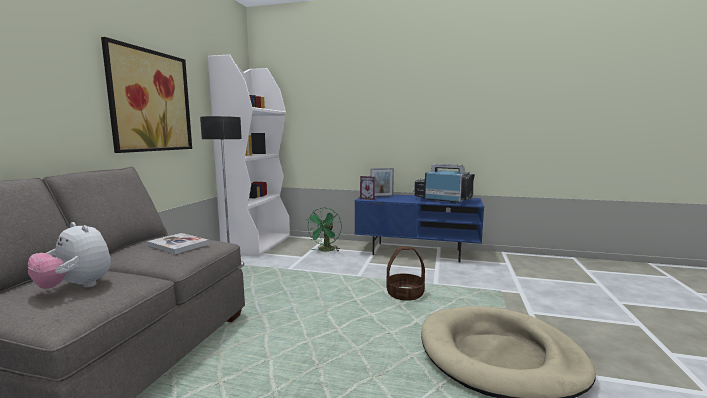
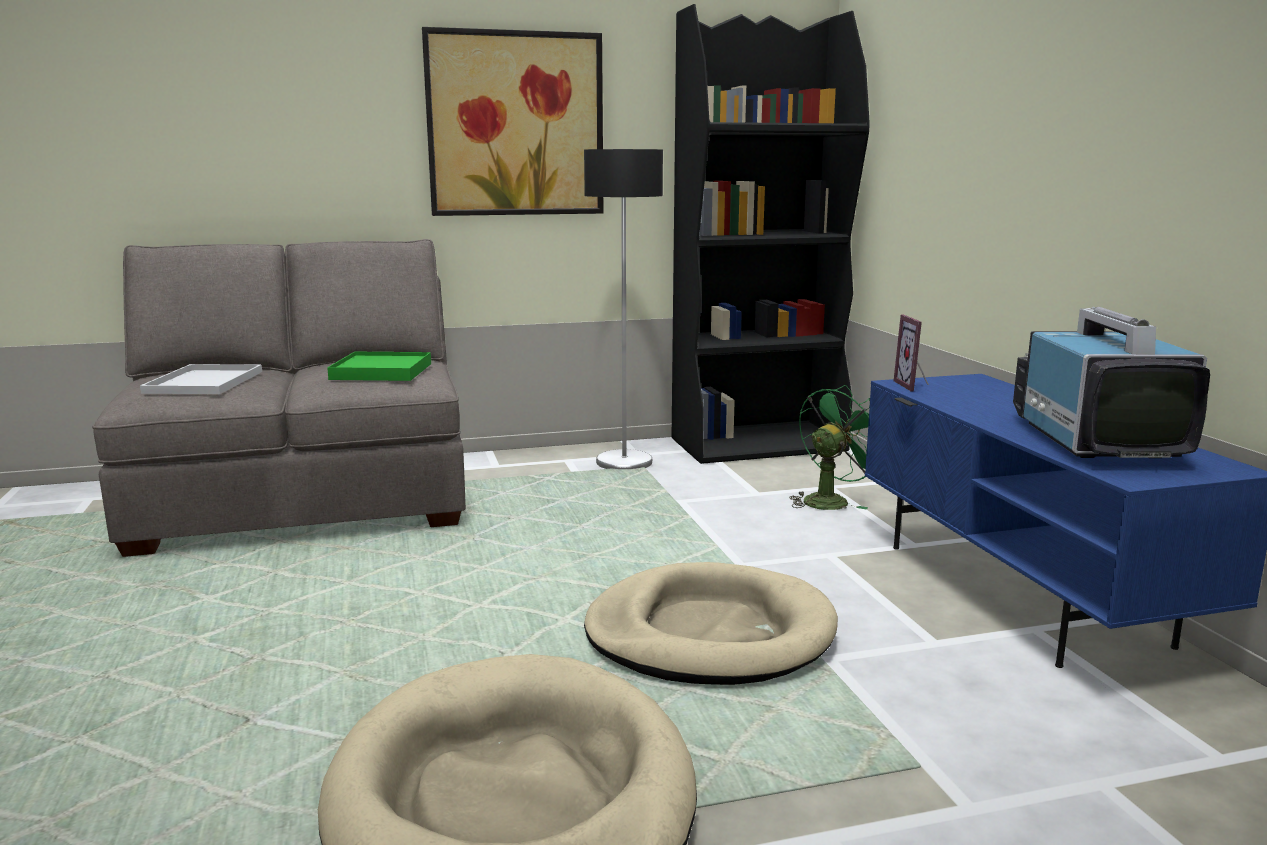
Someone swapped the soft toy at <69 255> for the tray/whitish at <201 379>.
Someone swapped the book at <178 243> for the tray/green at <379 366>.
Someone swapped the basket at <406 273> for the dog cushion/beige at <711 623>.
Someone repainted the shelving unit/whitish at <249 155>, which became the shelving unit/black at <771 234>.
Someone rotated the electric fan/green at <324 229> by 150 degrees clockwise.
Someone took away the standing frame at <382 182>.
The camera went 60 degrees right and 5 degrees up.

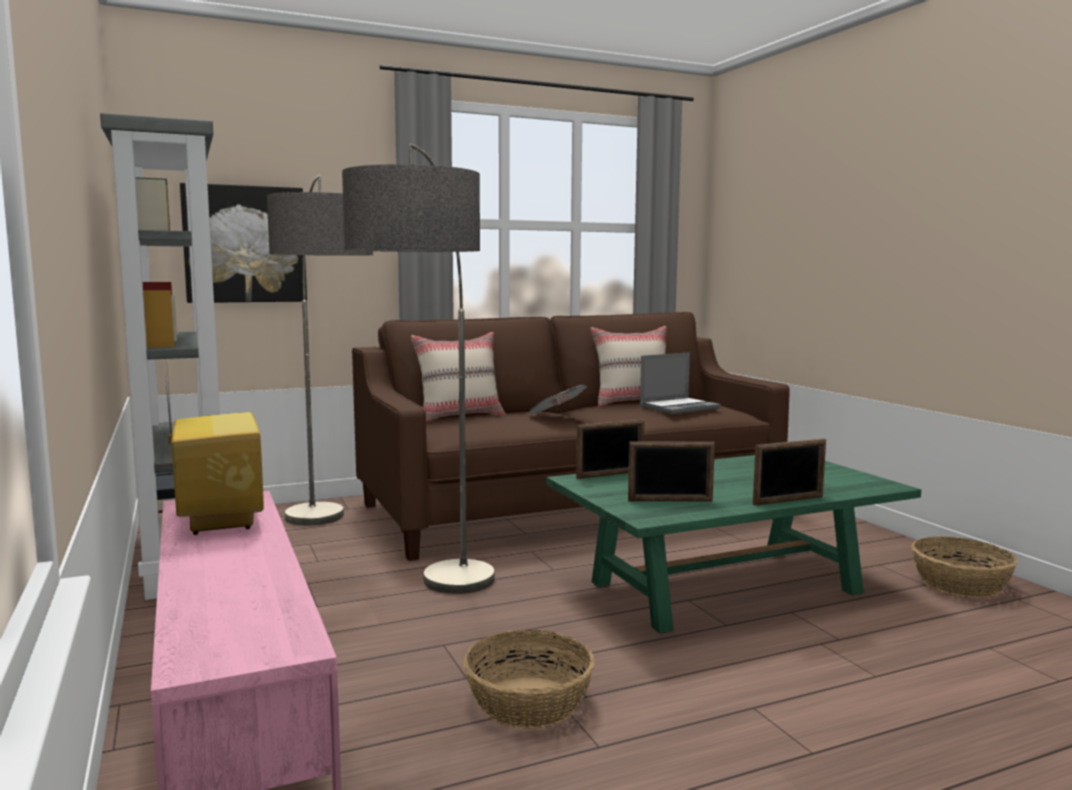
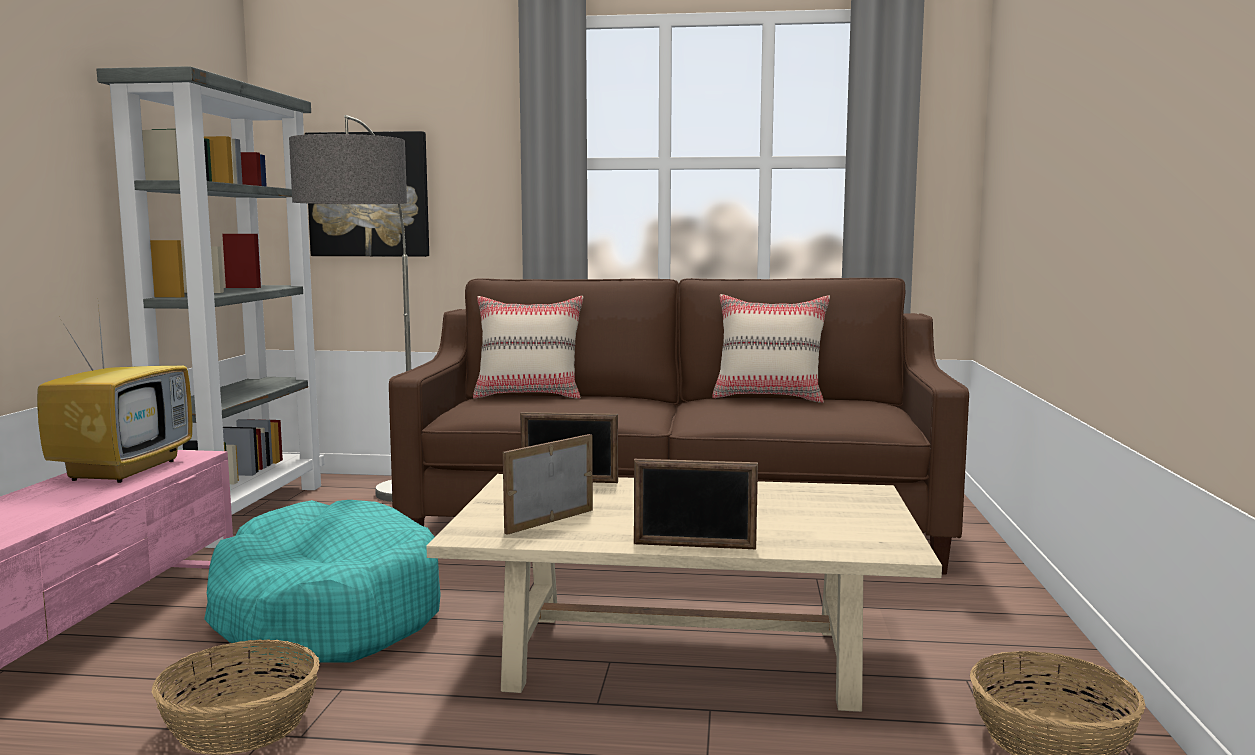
Someone swapped the floor lamp at <418 368> for the dog cushion/turquoise-coloured at <322 582>.
Someone repainted the coffee table/green at <733 544>, which became the coffee table/beige at <684 593>.
Someone rotated the standing frame at <671 471> by 105 degrees clockwise.
Someone took away the newspaper at <556 399>.
Someone took away the portable computer at <680 383>.
The camera went 30 degrees right and 0 degrees up.

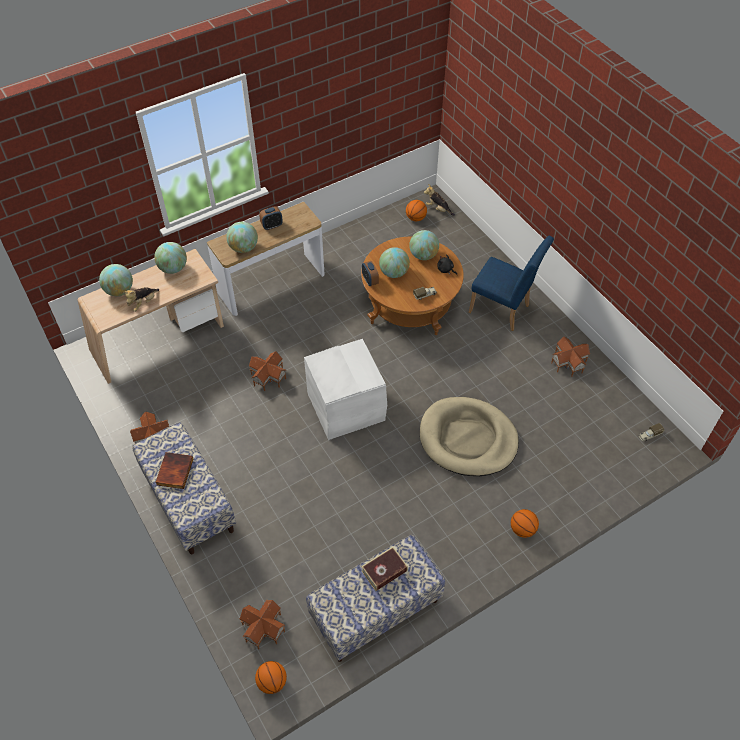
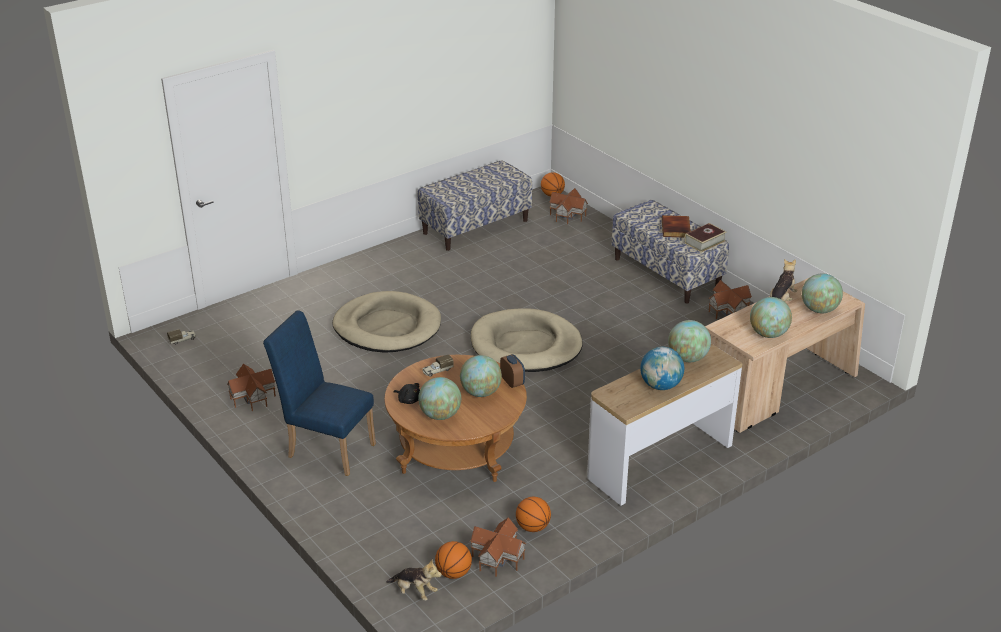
Someone carried the model house from <267 371> to <498 547>.
Someone swapped the storage box/whitish at <345 389> for the dog cushion/beige at <527 340>.
Someone carried the basketball from <525 523> to <533 514>.
Someone swapped the table clock at <271 218> for the desk globe at <662 368>.
Someone carried the book from <384 569> to <705 237>.
The camera went 175 degrees right and 20 degrees down.

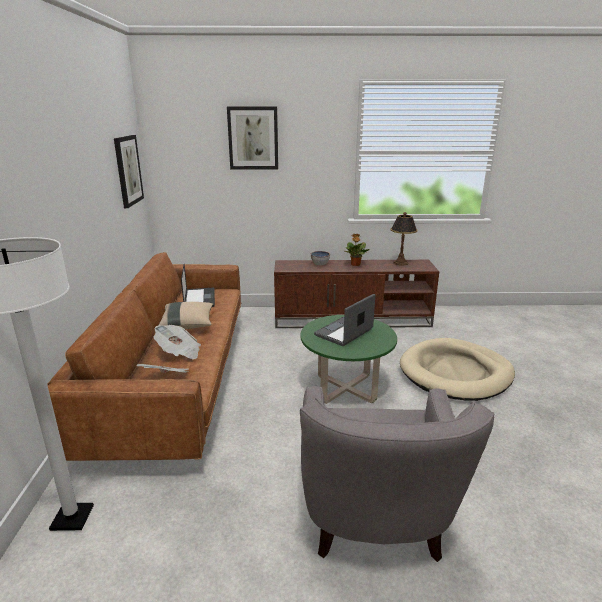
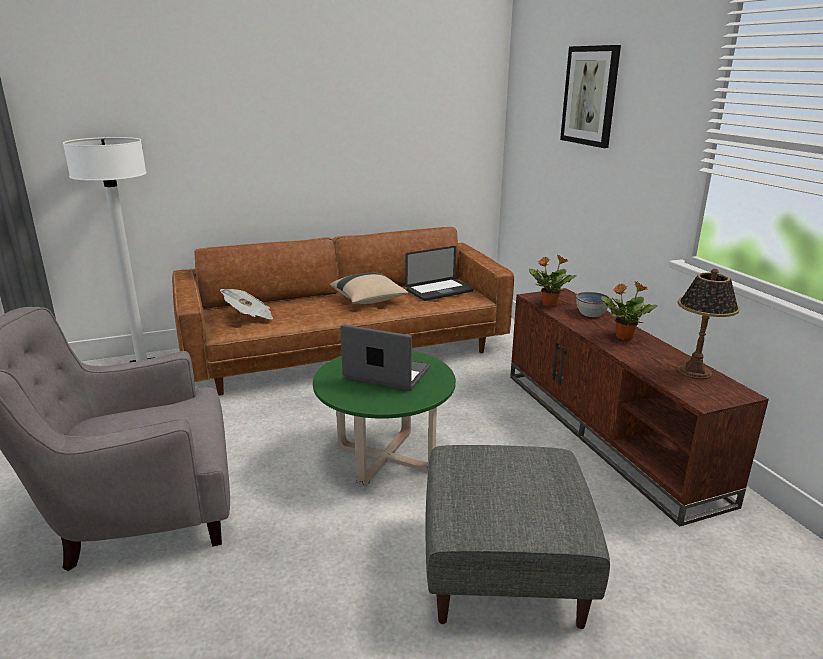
Someone swapped the dog cushion/beige at <457 369> for the pouffe/gray at <518 537>.
Someone put down the potted plant at <552 281>.
Someone took away the picture at <129 171>.
Someone took away the newspaper at <177 342>.
The camera went 70 degrees right and 0 degrees up.

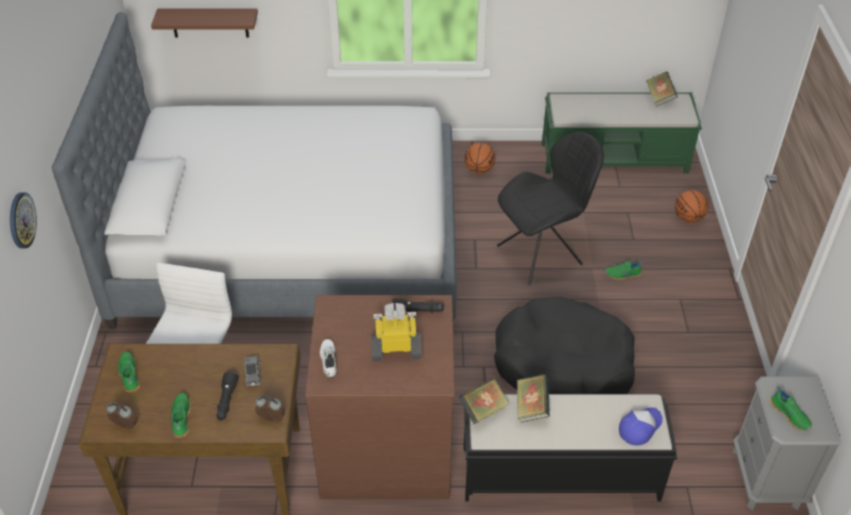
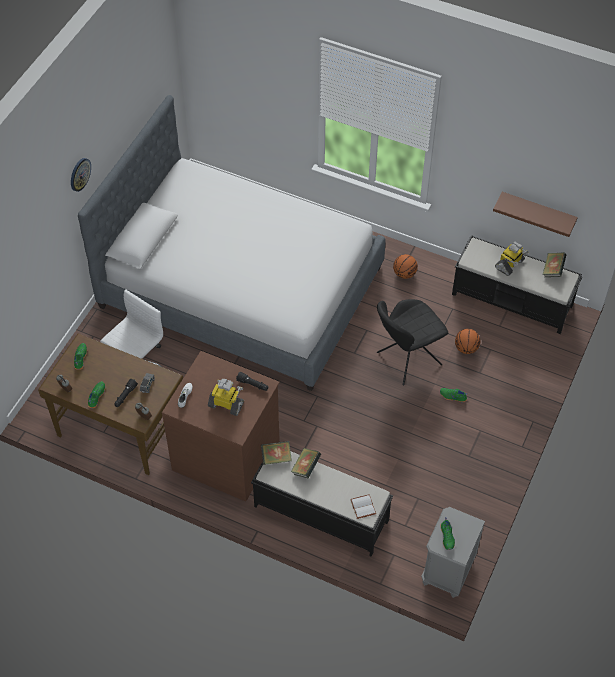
Someone carried the hanging clock from <23 220> to <81 175>.
Someone swapped the peaked cap at <641 426> for the book/whitish at <363 507>.
Someone rotated the upright chair/black at <550 208> by 150 degrees clockwise.
Someone repainted the long seat/green at <622 133>, which became the long seat/black at <517 284>.
Someone carried the basketball from <691 206> to <467 341>.
Someone carried the wall shelf/brown-coloured from <204 23> to <535 214>.
Someone put down the model robot at <512 258>.
Someone took away the dog cushion/black at <564 345>.
The camera went 25 degrees right and 10 degrees up.

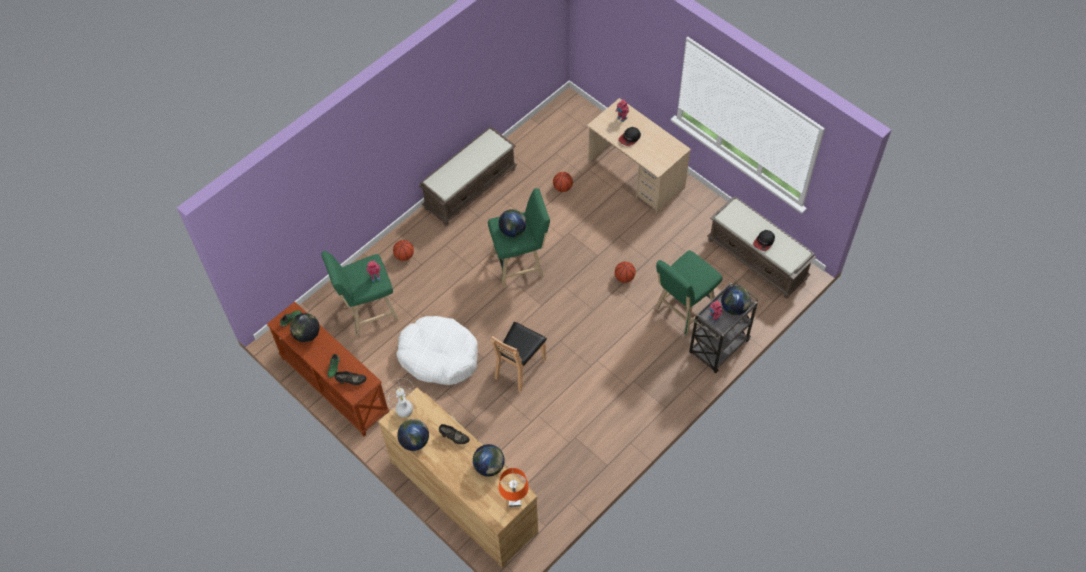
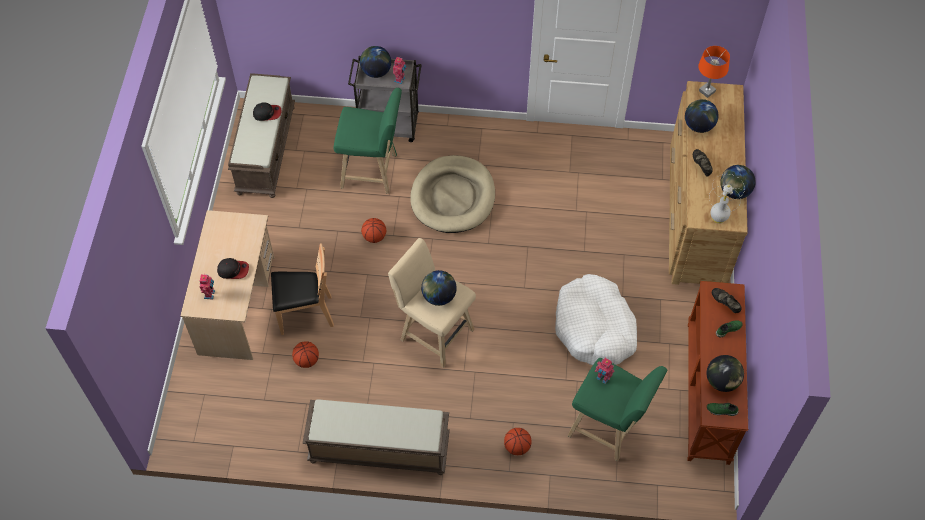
Someone carried the upright chair/brown-coloured from <519 357> to <302 289>.
Someone repainted the stool/green at <519 237>, which became the stool/beige at <432 303>.
Someone put down the dog cushion/beige at <452 194>.
The camera went 130 degrees left and 0 degrees up.

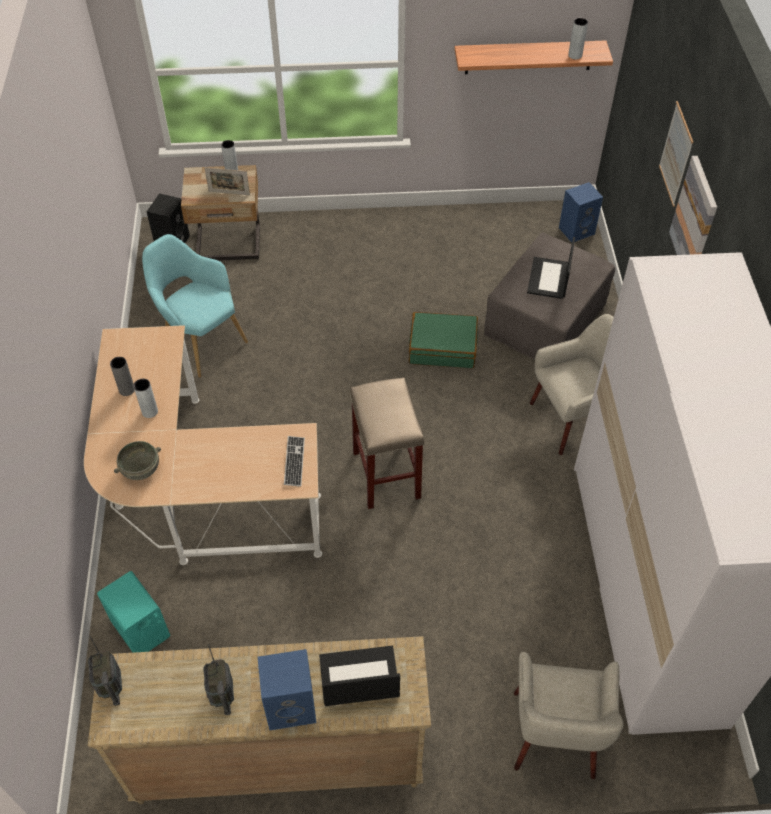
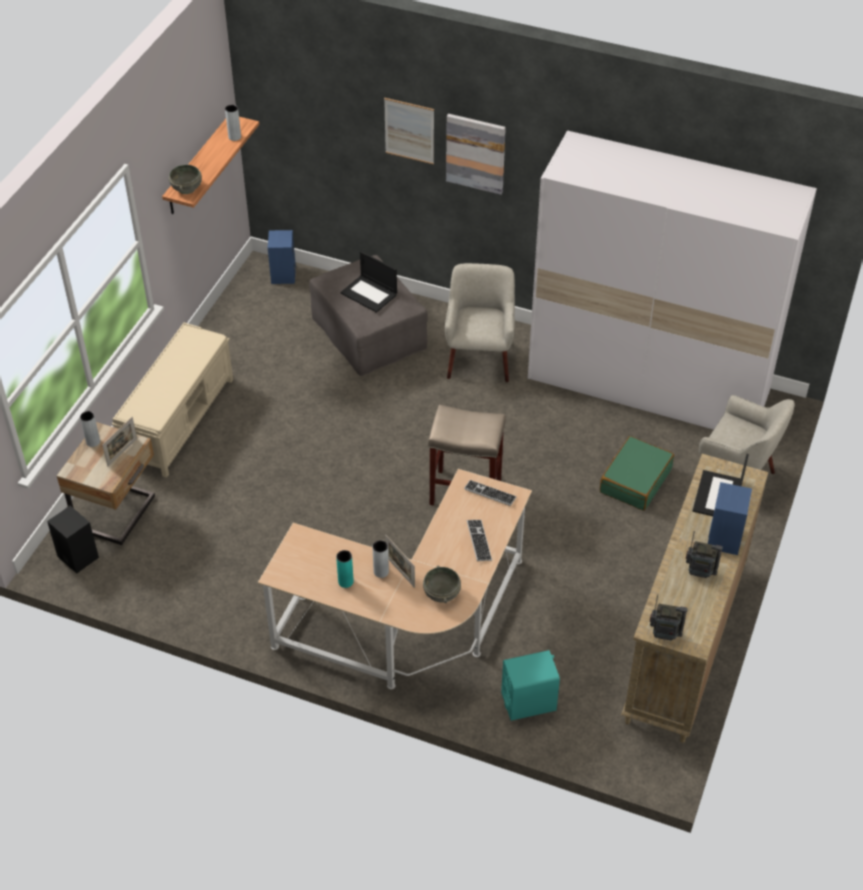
Someone put down the long seat/beige at <172 400>.
Someone put down the deep dish/gray at <185 179>.
Someone repainted the flower vase/gray at <122 376>, which became the flower vase/turquoise-coloured at <345 569>.
Someone put down the standing frame at <400 561>.
Someone put down the PC keyboard at <479 540>.
Someone carried the travel case/green from <443 340> to <637 473>.
Someone took away the armchair/turquoise-coloured at <195 306>.
The camera went 65 degrees left and 5 degrees down.

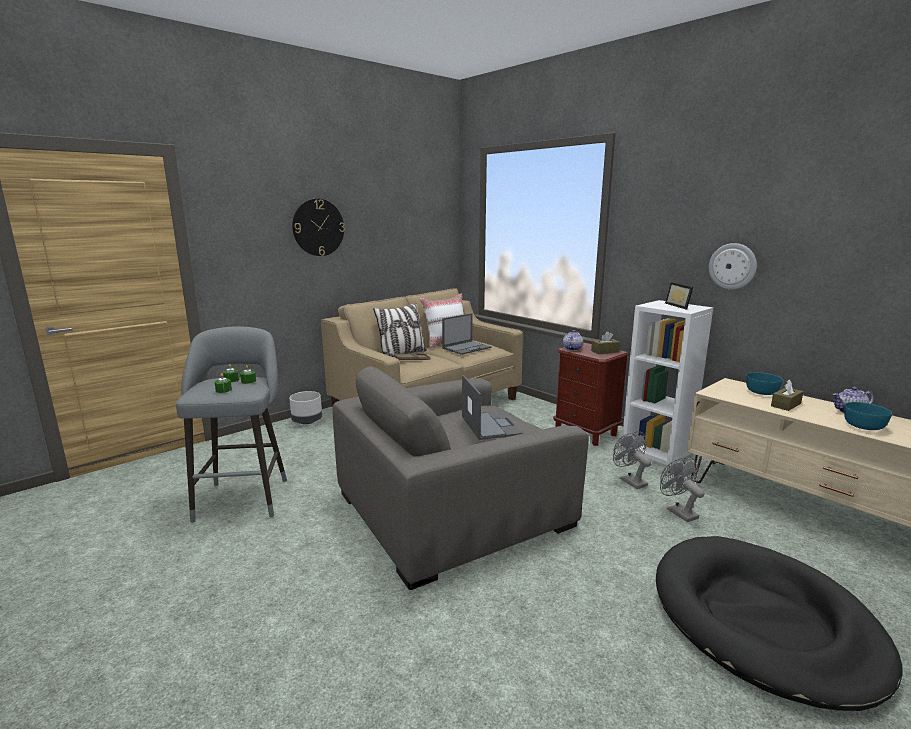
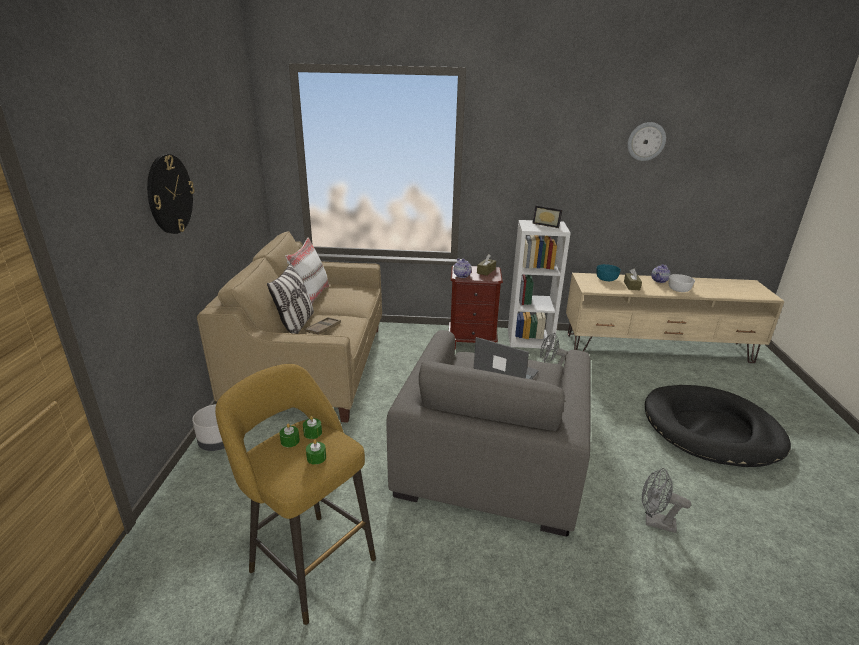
Someone repainted the stool/gray at <231 424>, which became the stool/yellow at <295 494>.
Someone carried the hanging clock from <733 266> to <646 141>.
Someone carried the electric fan/gray from <682 489> to <666 500>.
Someone repainted the deep dish/turquoise-coloured at <868 416>, which became the deep dish/whitish at <681 283>.
Someone took away the portable computer at <466 334>.
The camera went 45 degrees left and 10 degrees up.

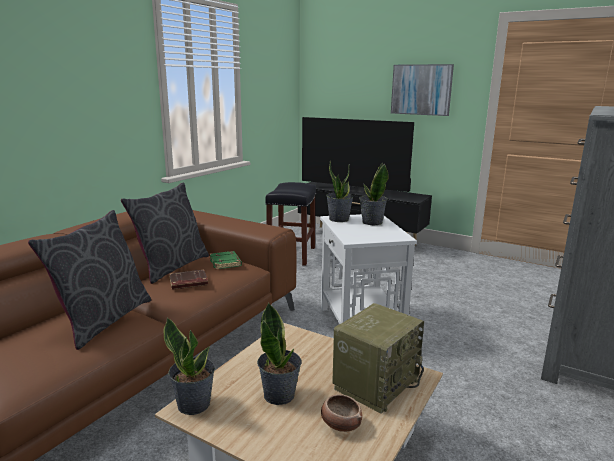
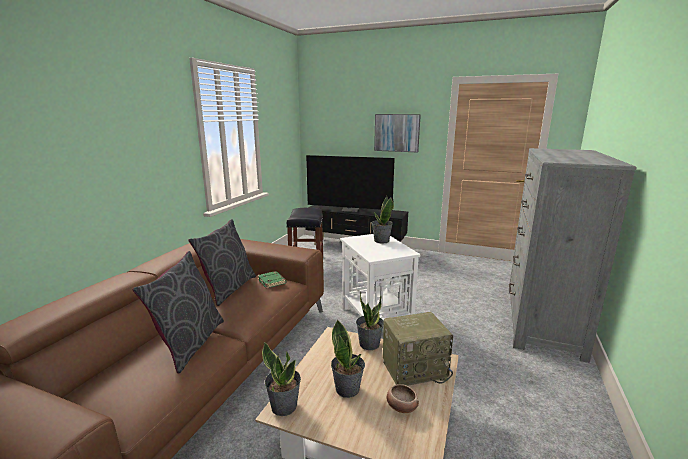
Someone carried the potted plant from <340 191> to <370 321>.
Someone rotated the radio receiver at <378 358> by 45 degrees clockwise.
Someone took away the book/brown-coloured at <188 280>.
The camera went 10 degrees left and 0 degrees up.

